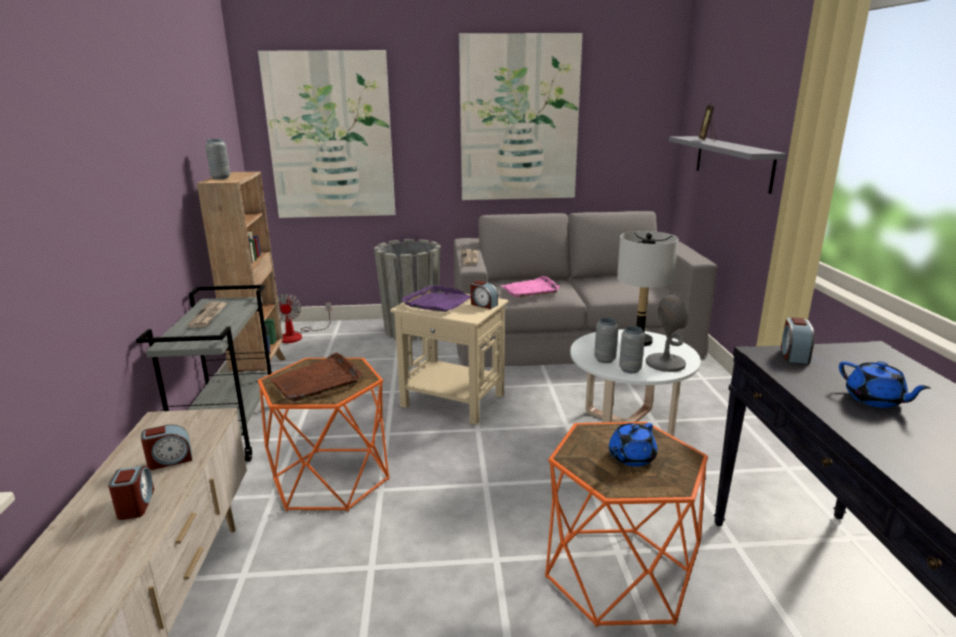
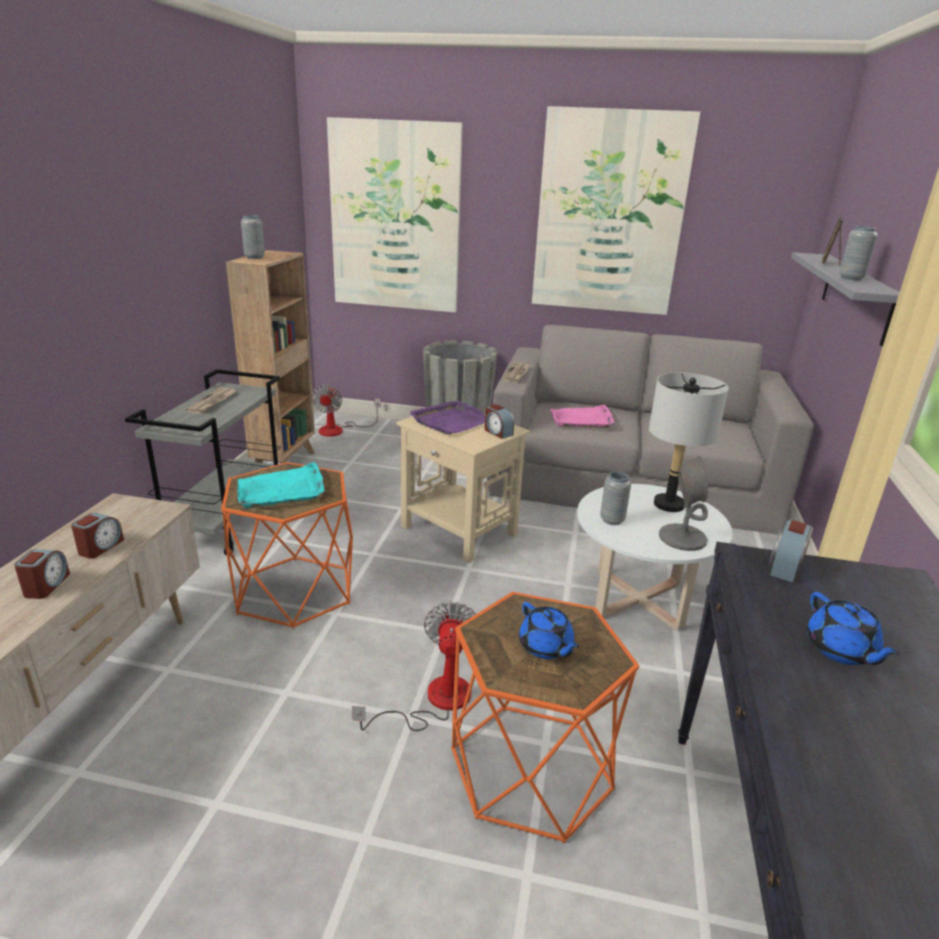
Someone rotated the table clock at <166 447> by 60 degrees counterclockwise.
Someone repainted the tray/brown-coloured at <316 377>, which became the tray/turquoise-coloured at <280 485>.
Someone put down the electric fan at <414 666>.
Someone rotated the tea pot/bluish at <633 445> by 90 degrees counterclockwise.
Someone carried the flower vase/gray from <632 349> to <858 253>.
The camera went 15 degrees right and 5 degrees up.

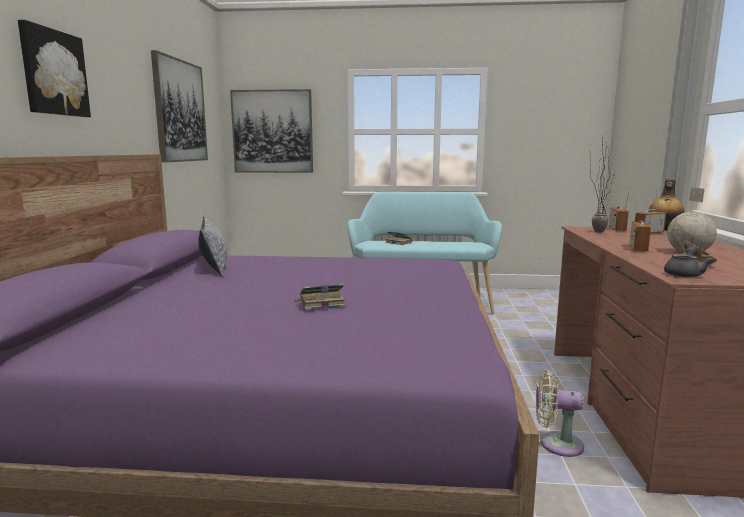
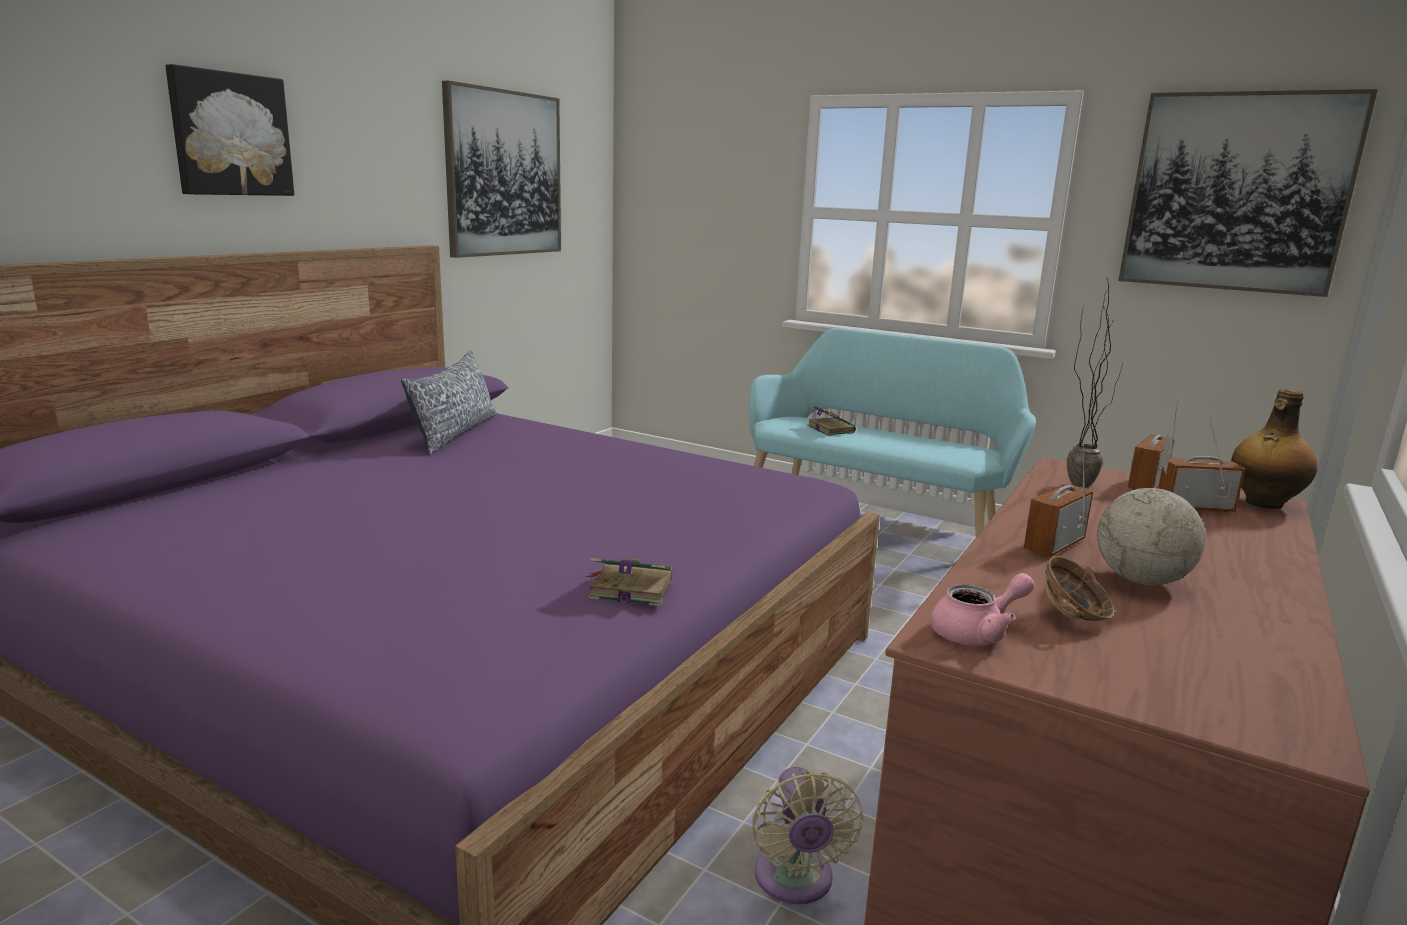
Someone carried the book from <319 297> to <629 582>.
Someone rotated the electric fan/beige at <560 413> by 135 degrees counterclockwise.
Someone repainted the tea pot/gray at <689 262>, which became the tea pot/pinkish at <982 609>.
Someone carried the picture from <271 131> to <1248 193>.
The camera went 25 degrees right and 5 degrees up.

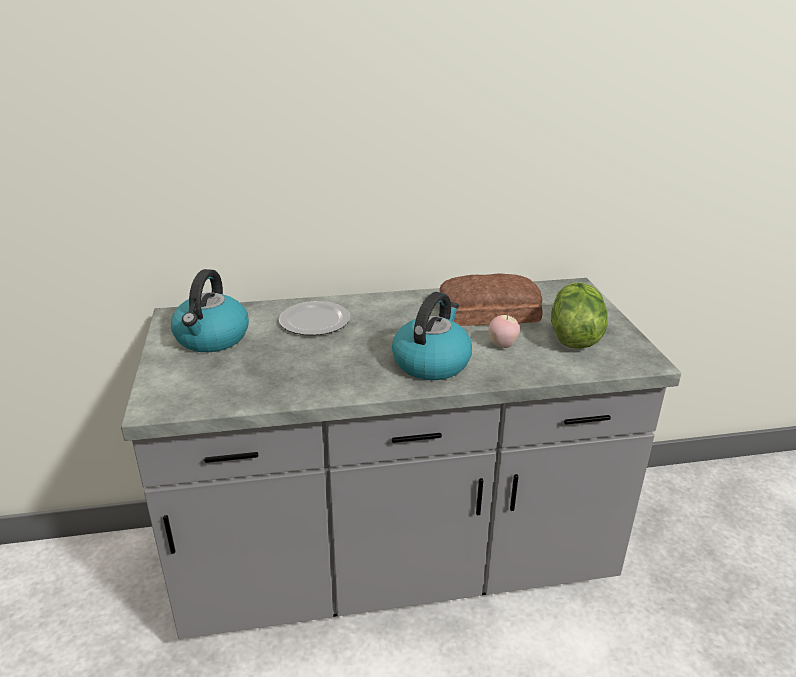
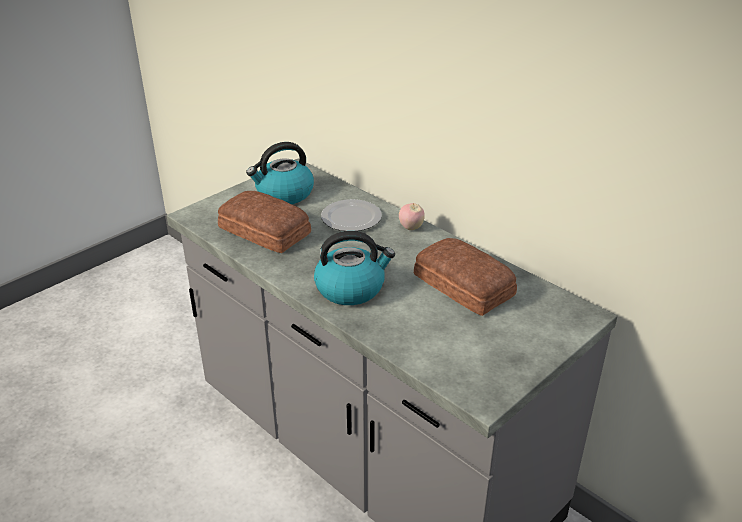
Someone put down the bakery bread at <264 222>.
Someone carried the apple from <504 331> to <412 216>.
Someone took away the head of lettuce at <579 316>.
The camera went 55 degrees right and 5 degrees up.

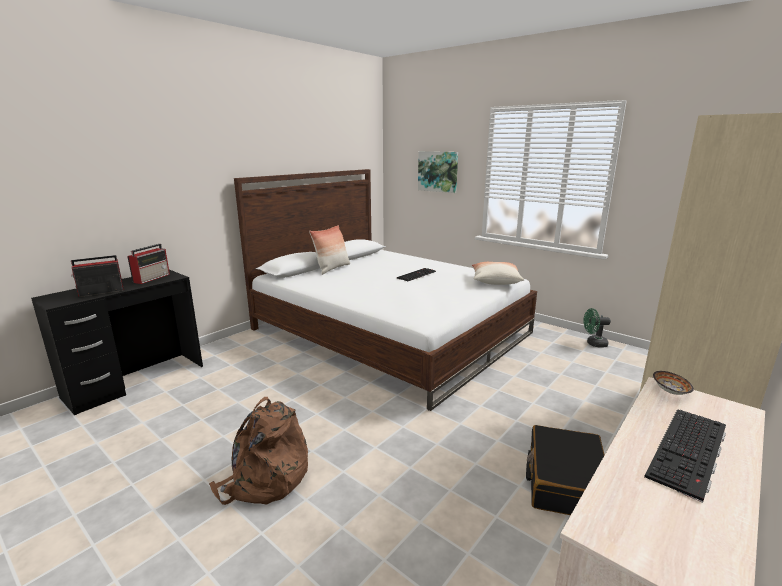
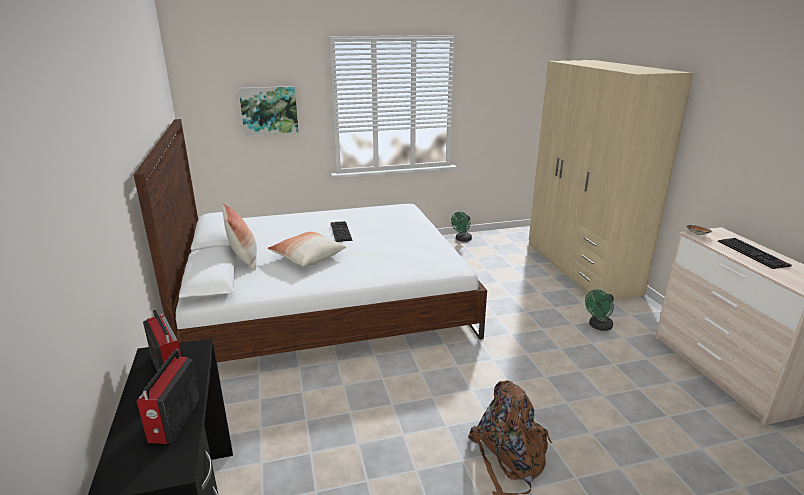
Someone carried the pillow from <498 273> to <307 249>.
Someone swapped the travel case/black at <565 470> for the electric fan/green at <599 310>.
The camera went 55 degrees left and 5 degrees up.

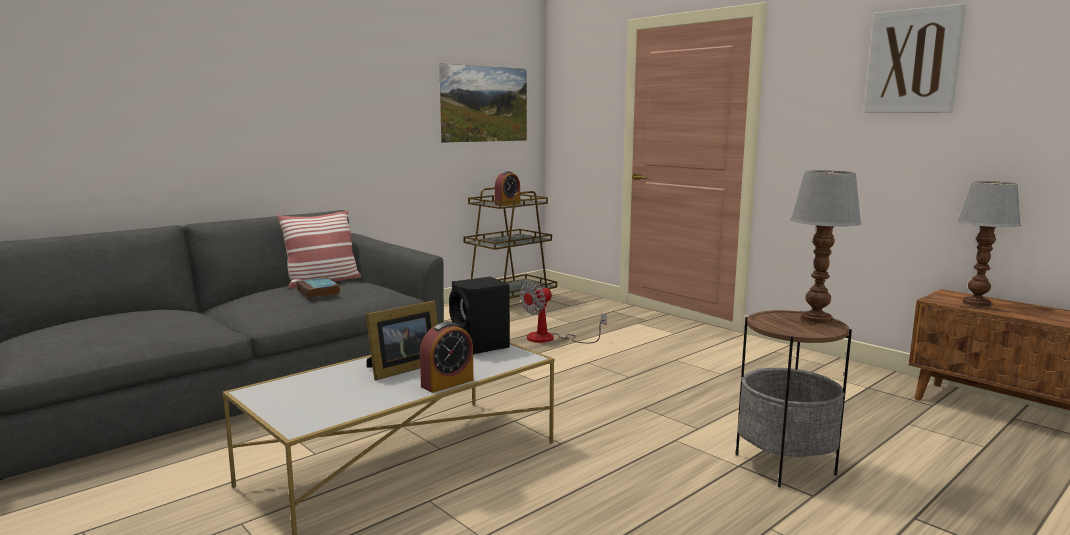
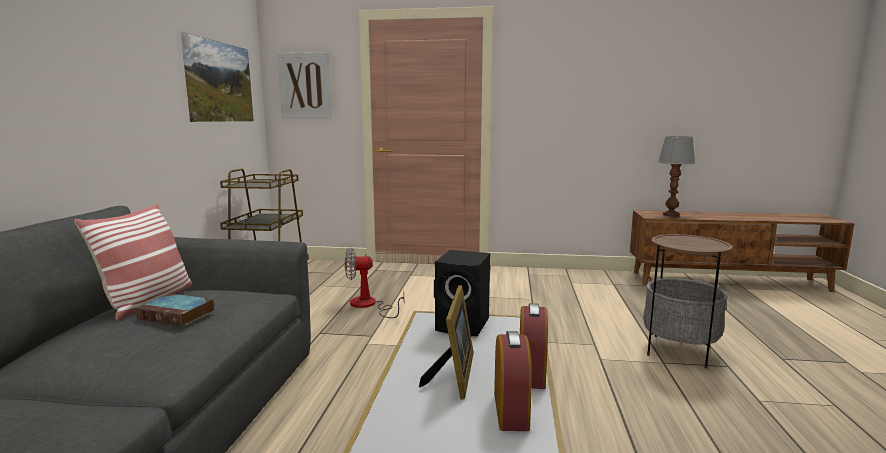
Someone carried the picture from <915 58> to <305 85>.
Someone rotated the electric fan at <563 312> by 75 degrees clockwise.
Someone carried the table clock from <507 188> to <513 381>.
Someone took away the lamp for a table at <826 247>.
The camera went 40 degrees left and 0 degrees up.

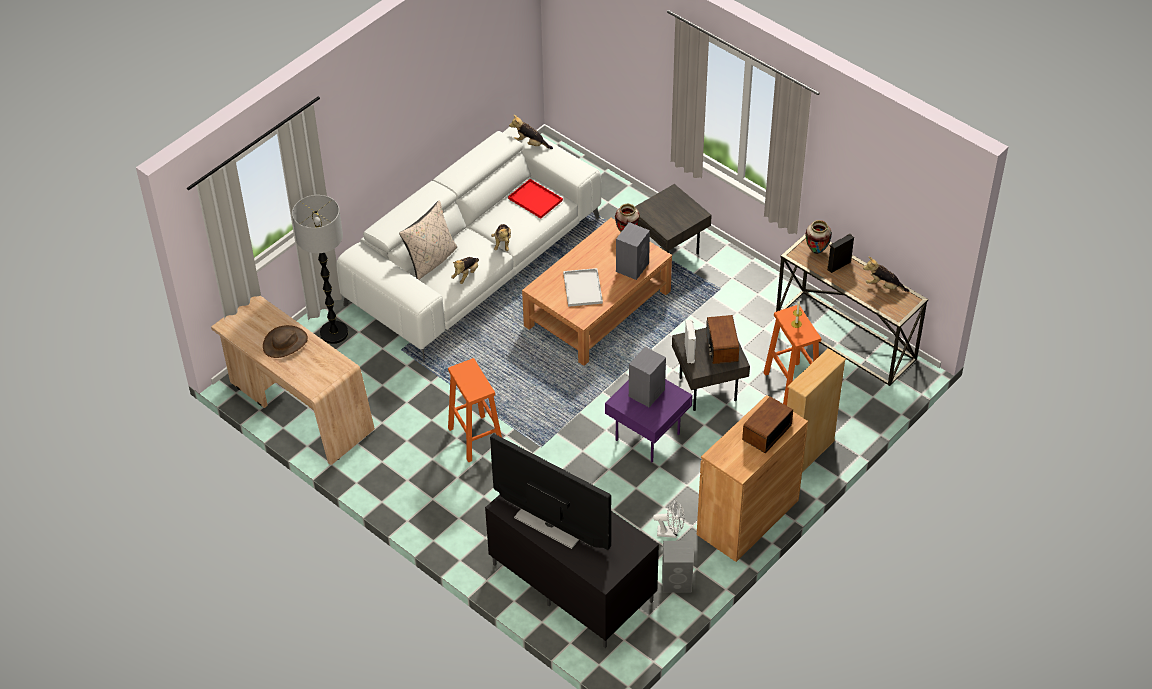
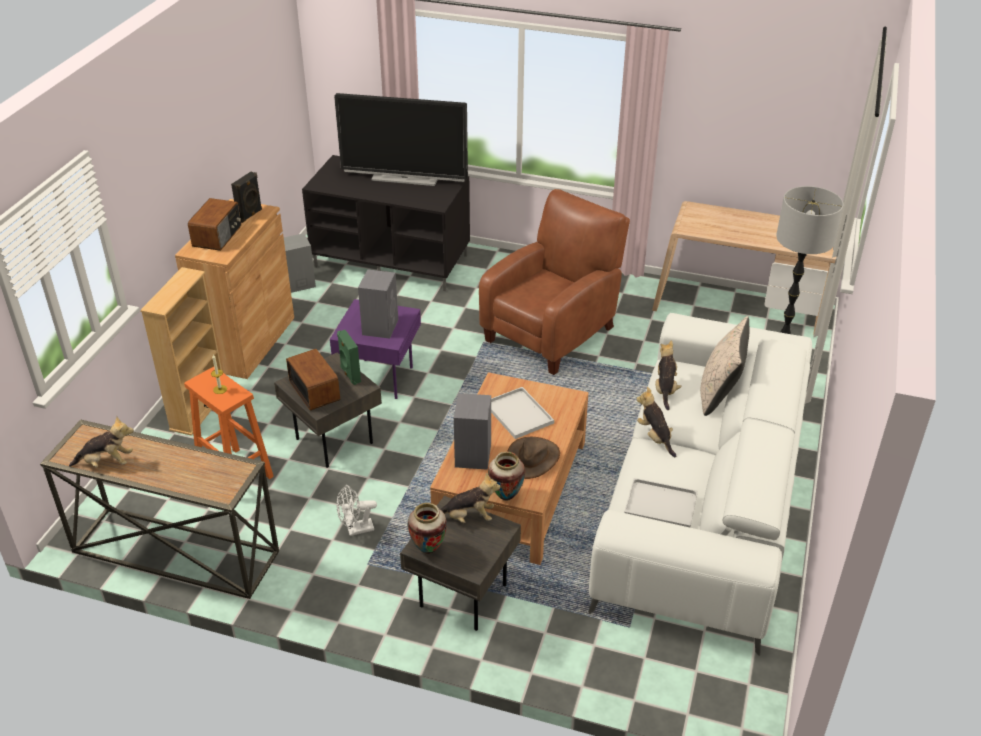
Someone carried the loudspeaker/black from <840 253> to <246 197>.
Someone repainted the loudspeaker/whitish at <690 341>, which became the loudspeaker/green at <349 357>.
Someone carried the electric fan/whitish from <669 519> to <357 510>.
Someone carried the flower vase from <819 237> to <427 528>.
Someone carried the soft toy from <531 132> to <470 497>.
Someone swapped the stool/orange at <475 410> for the armchair/brown-coloured at <554 282>.
Someone carried the clothing hat/brown-coloured from <285 341> to <533 458>.
Someone repainted the tray/red at <535 198>, which became the tray/whitish at <661 502>.
The camera went 155 degrees right and 10 degrees down.

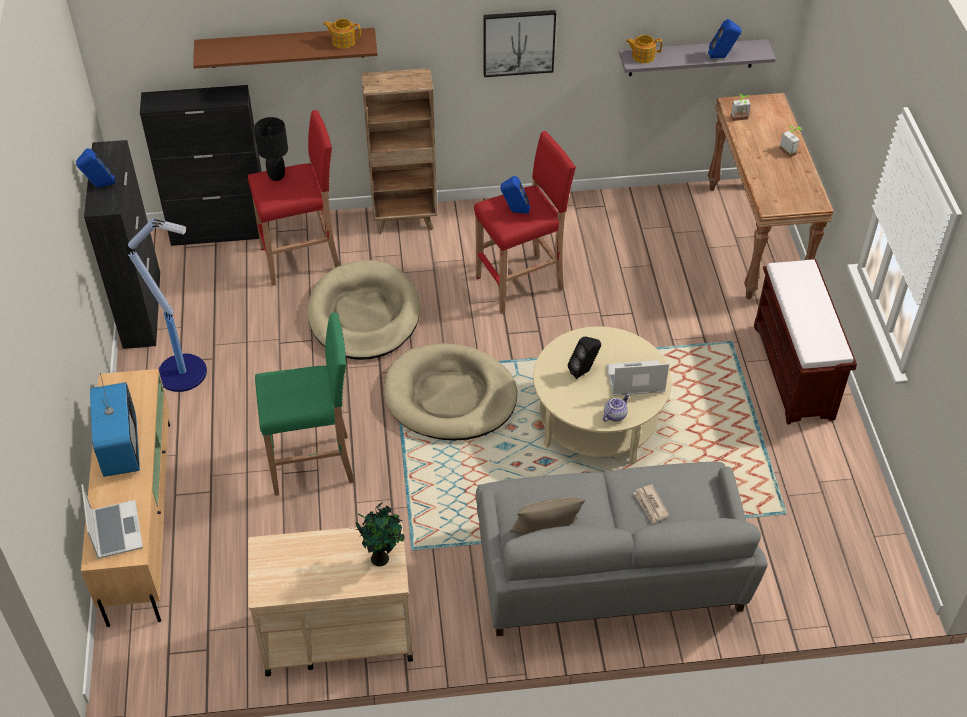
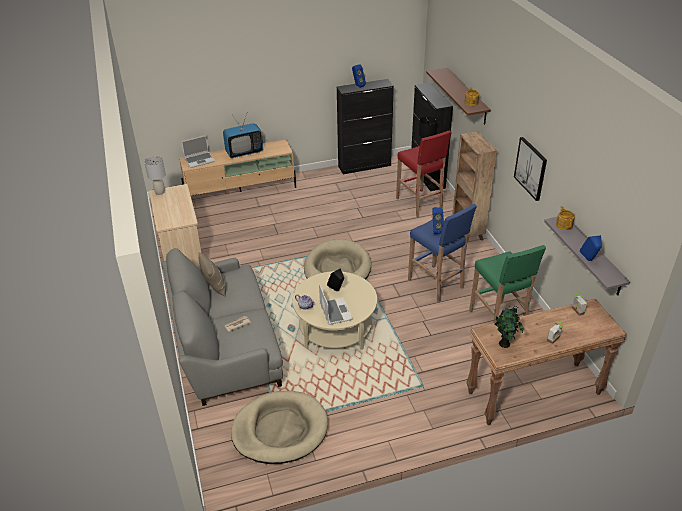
Someone put down the lamp for a table/gray at <155 175>.
Someone carried the dog cushion/beige from <363 310> to <279 427>.
Someone repainted the stool/red at <525 222>, which became the stool/bluish at <442 253>.
Someone carried the stool/green from <305 404> to <507 284>.
Someone carried the potted plant from <380 534> to <509 327>.
Someone took away the floor lamp at <167 305>.
Someone took away the long seat/brown-coloured at <805 342>.
The camera went 80 degrees right and 10 degrees down.

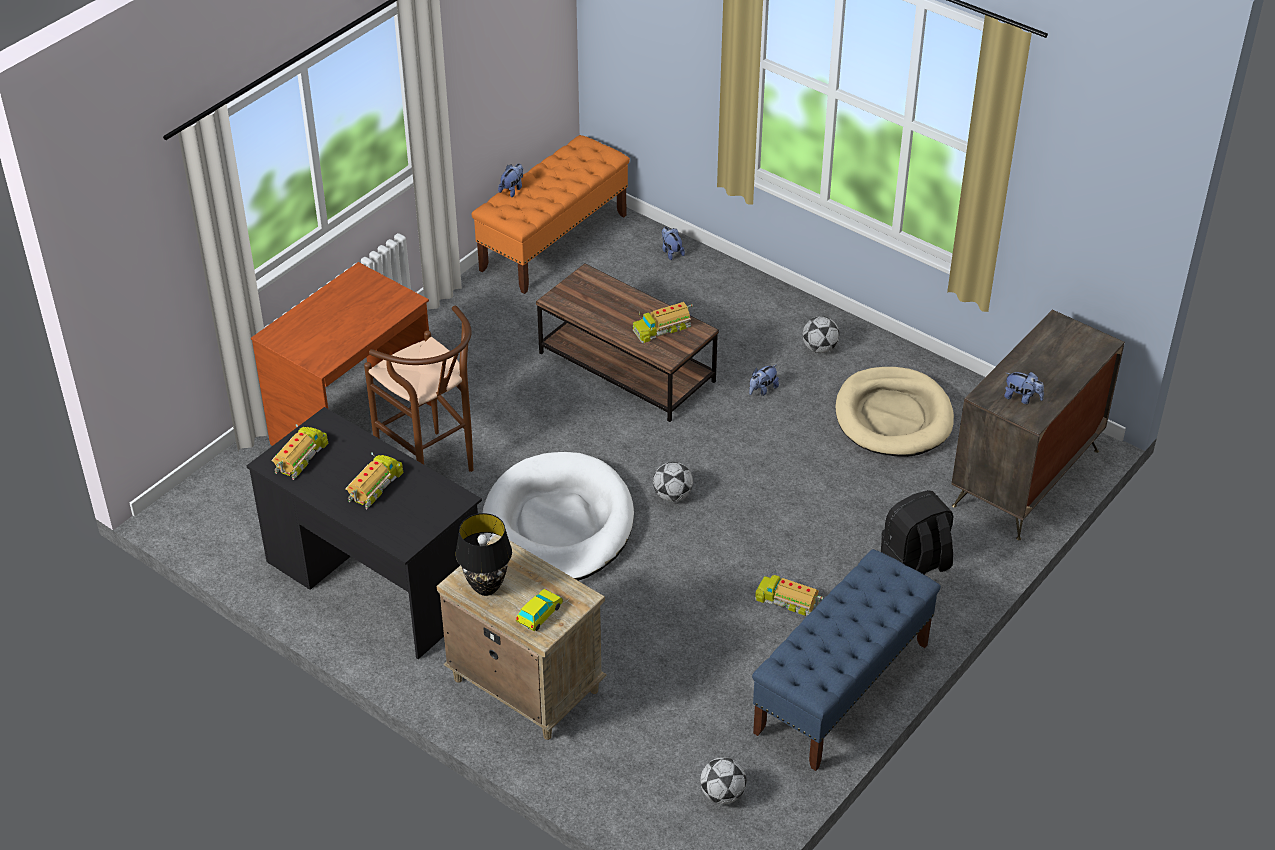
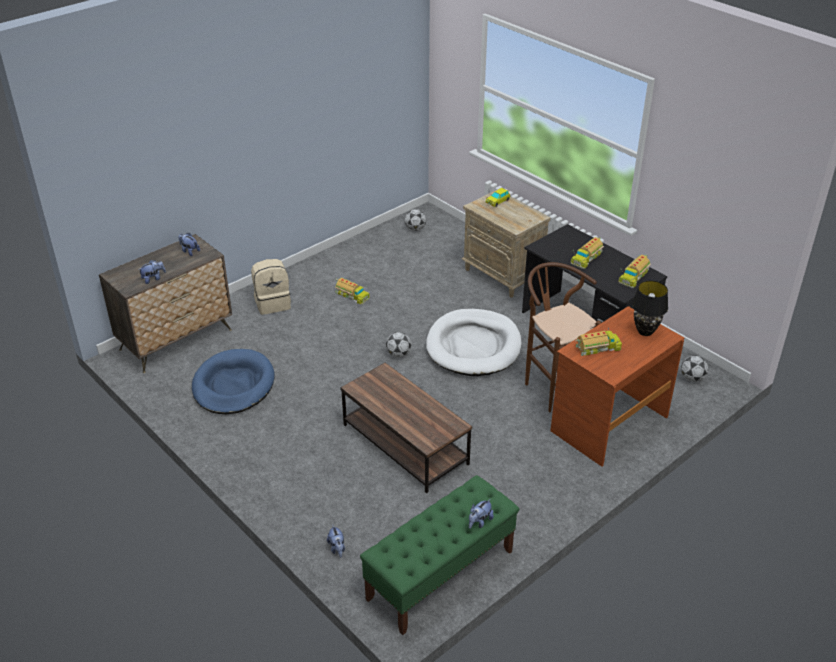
Someone carried the soft toy from <764 380> to <152 272>.
Someone repainted the dog cushion/beige at <894 412>, which became the dog cushion/bluish at <233 381>.
Someone repainted the rucksack/black at <917 532>, which became the rucksack/beige at <271 287>.
Someone repainted the long seat/orange at <551 214>, which became the long seat/green at <439 555>.
Someone carried the toy truck from <663 322> to <598 342>.
Someone carried the lamp for a table/black from <483 554> to <650 308>.
Someone carried the ball for football from <821 334> to <694 368>.
Someone took away the long seat/bluish at <846 660>.
The camera went 170 degrees left and 5 degrees down.

